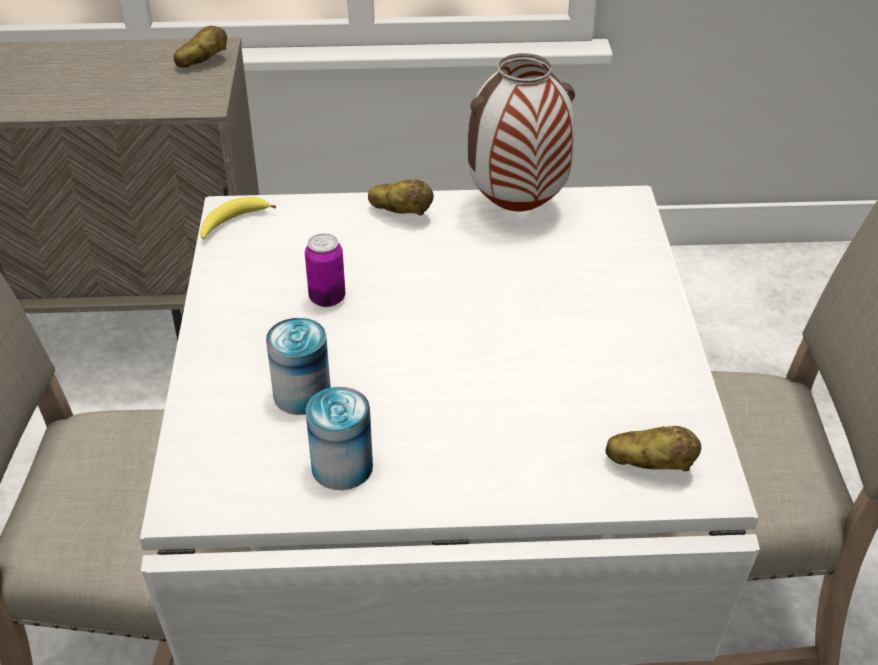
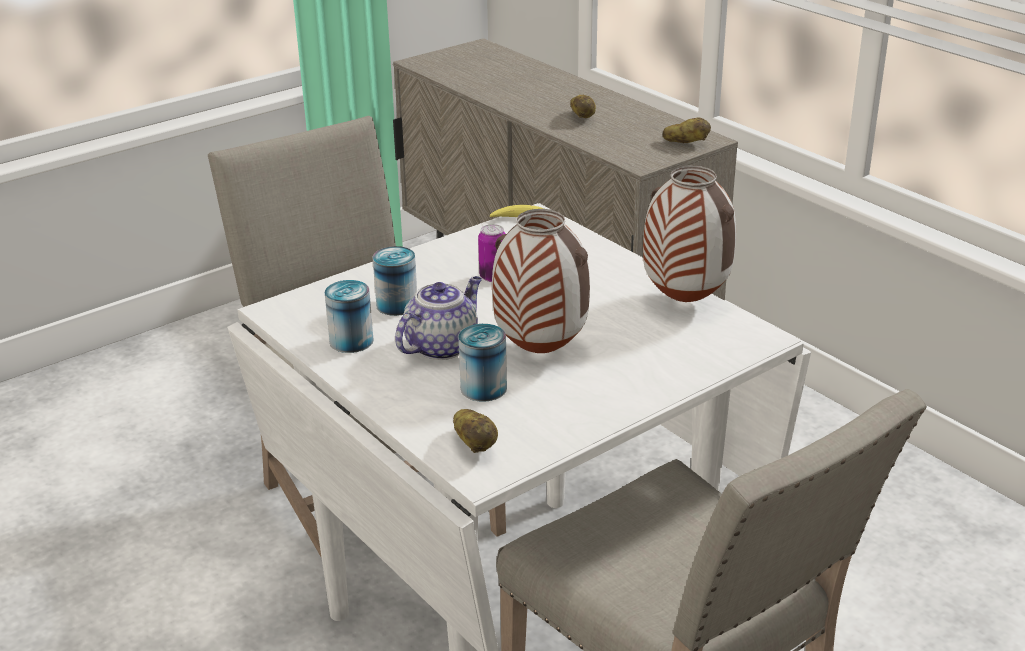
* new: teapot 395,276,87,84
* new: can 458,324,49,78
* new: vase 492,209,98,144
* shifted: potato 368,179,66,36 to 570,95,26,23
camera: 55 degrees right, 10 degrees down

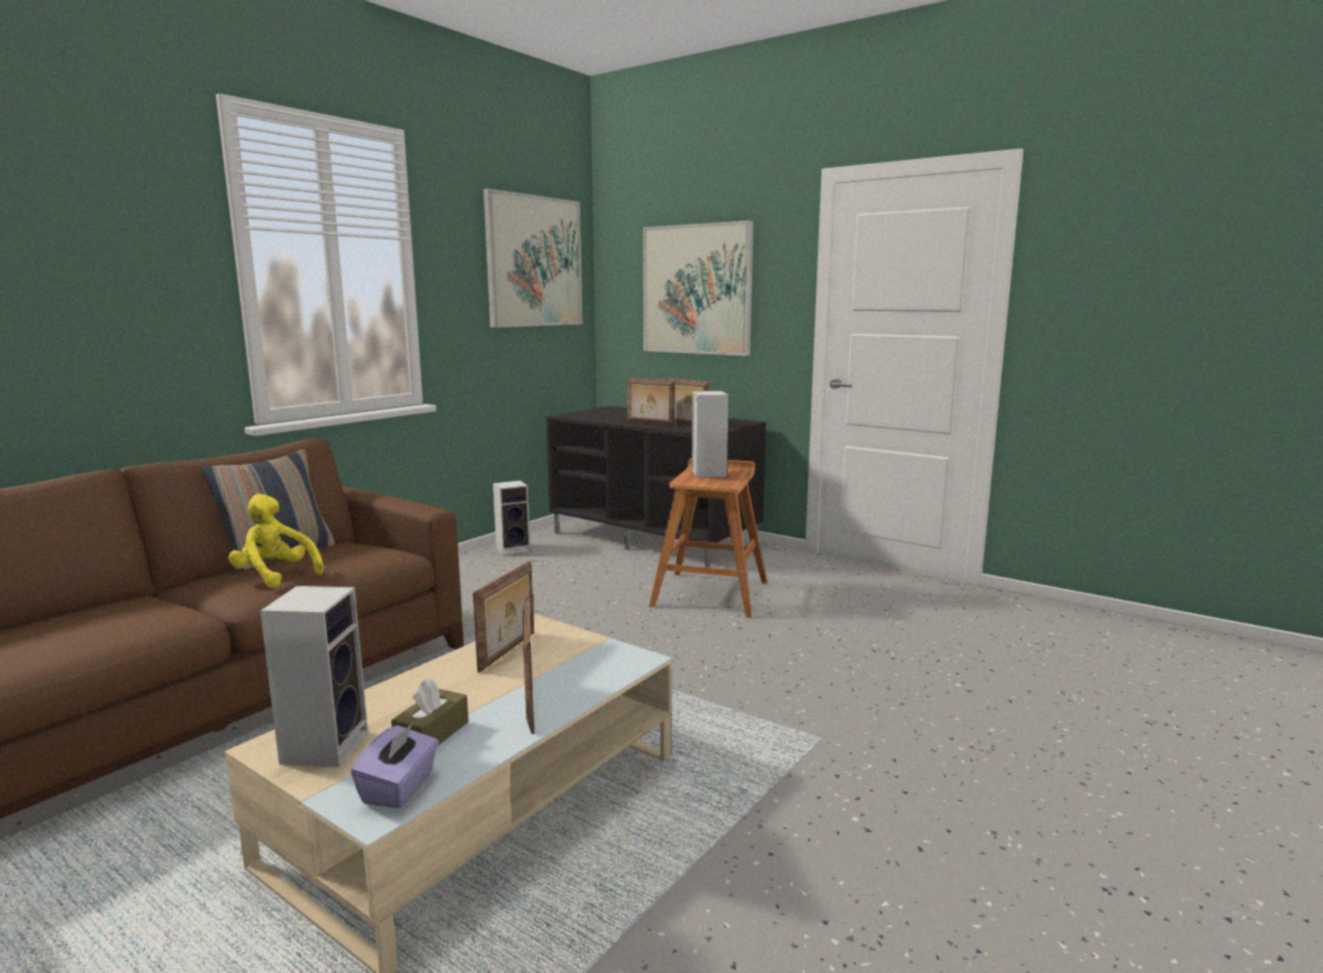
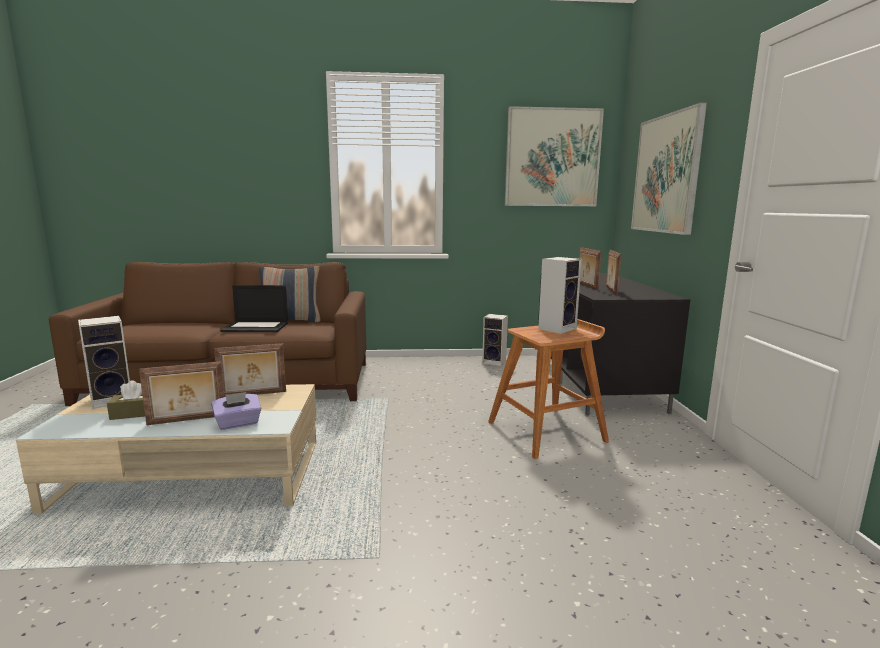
* rotated: picture frame 523,597,11,137 = 139,361,85,64 150 degrees counterclockwise
* shifted: purple tissue box 351,722,88,87 to 211,392,50,38
* swapped: yellow plush toy 229,494,95,94 to laptop 220,285,68,47
camera: 50 degrees right, 0 degrees up

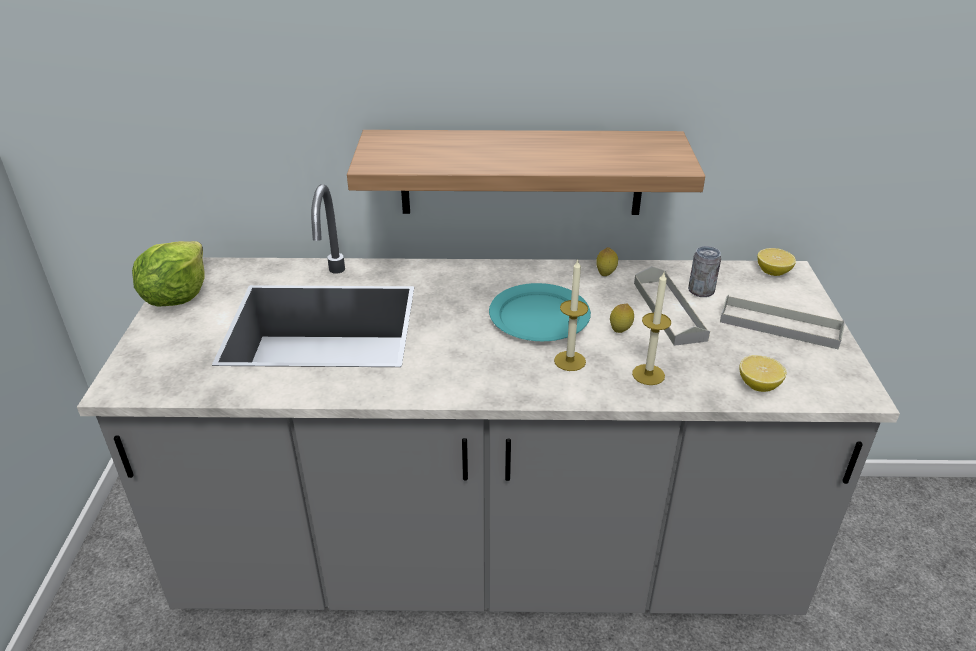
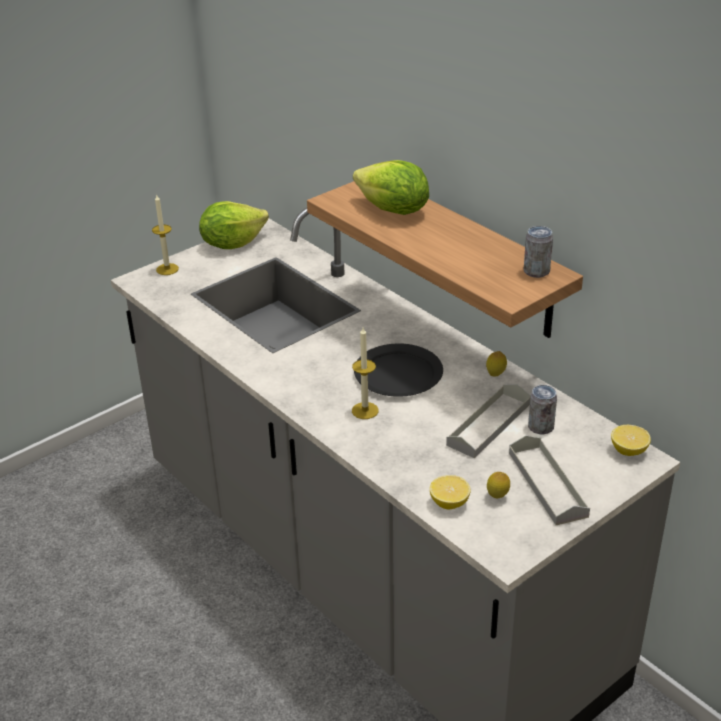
* shifted: candle 632,272,39,113 to 152,195,27,80
* new: lettuce 353,160,76,55
* repainted: turquoise plate 489,283,102,58 to black plate 354,343,89,54
* shifted: lemon 610,303,24,30 to 487,472,23,26
* new: can 524,226,29,52
camera: 50 degrees right, 0 degrees up

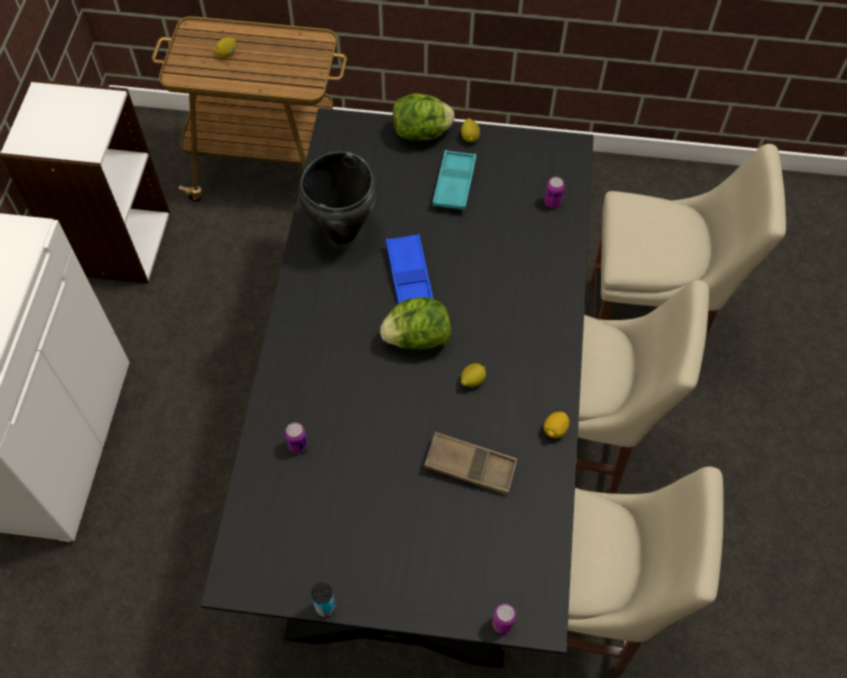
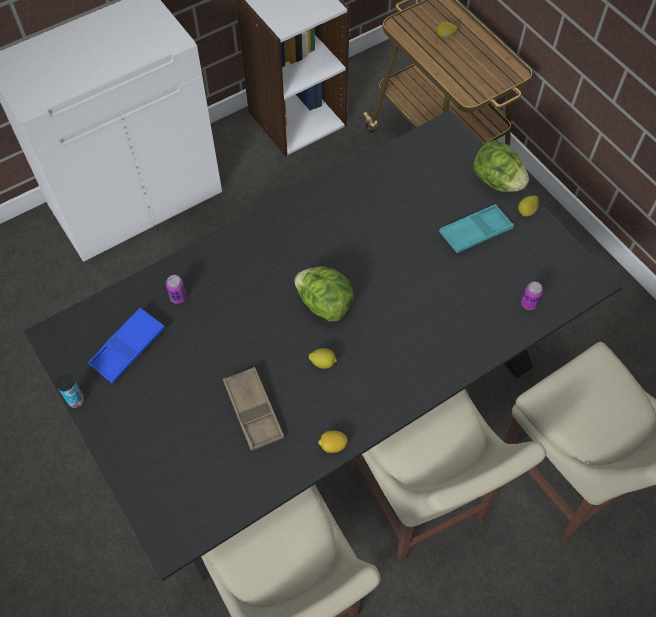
* shifted: blue tray 386,234,47,70 to 88,308,77,76
* gone: black cooking pot 298,151,79,93
* gone: can 492,603,24,31
camera: 50 degrees right, 0 degrees up

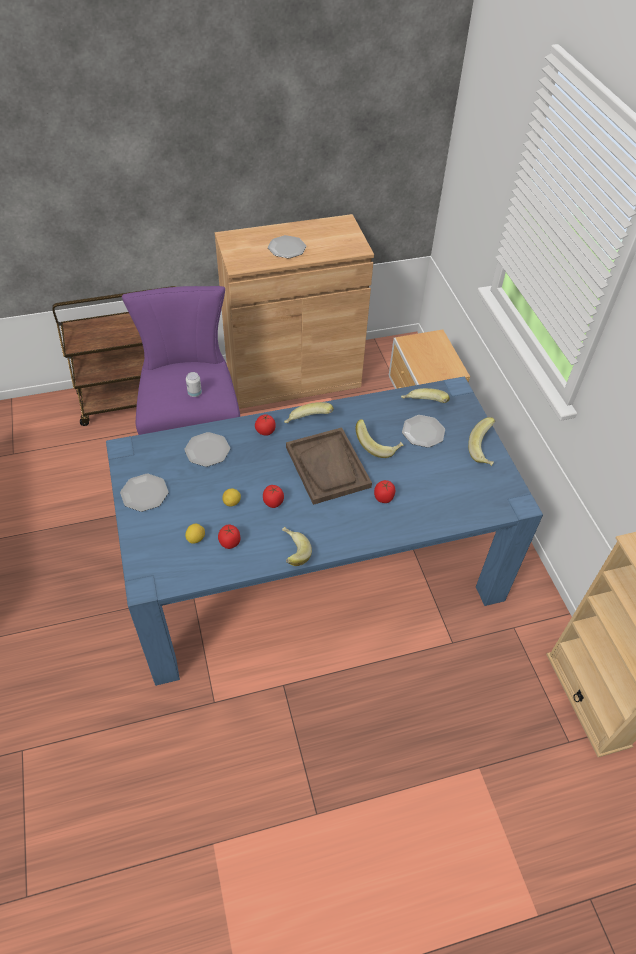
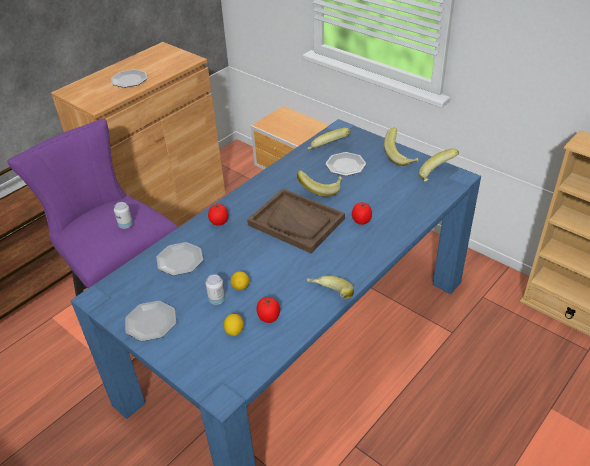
* new: can 205,274,20,31
* shifted: banana 284,402,50,21 to 419,149,40,33
* gone: tomato 263,485,21,23
camera: 30 degrees left, 10 degrees down

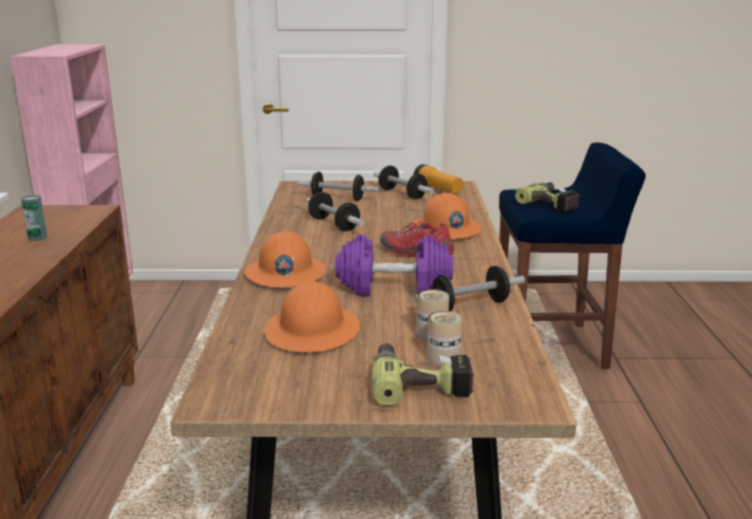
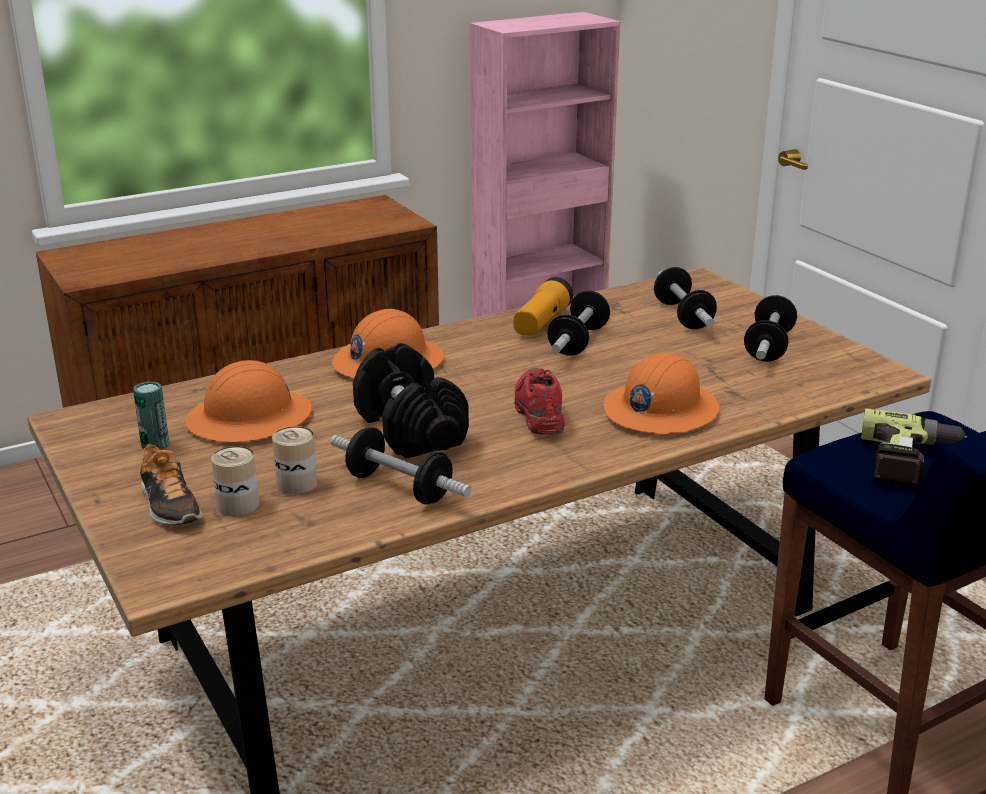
* shifted: can 21,195,27,46 to 133,382,36,68
* swapped: power drill 372,343,102,63 to shoe 140,444,62,81
* repainted: purple dumbbell 335,234,118,62 to black dumbbell 353,343,116,116
* shifted: flashlight 414,164,49,30 to 513,277,60,59
camera: 60 degrees right, 5 degrees up

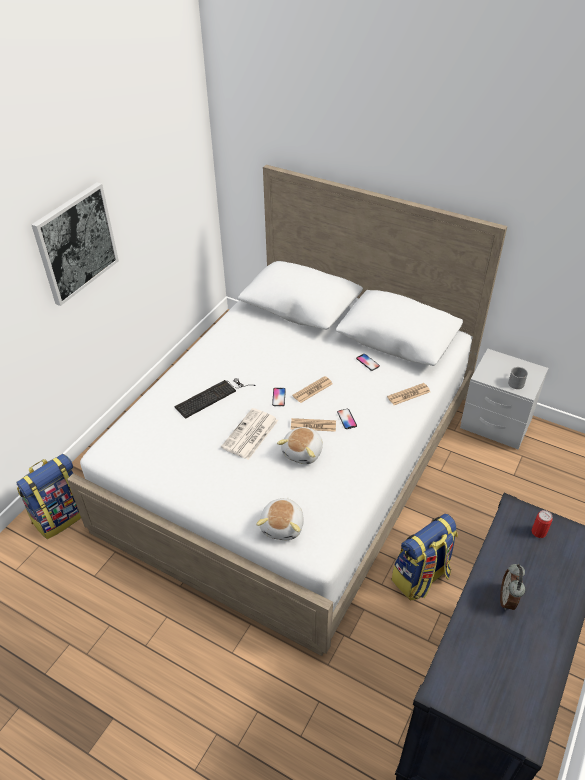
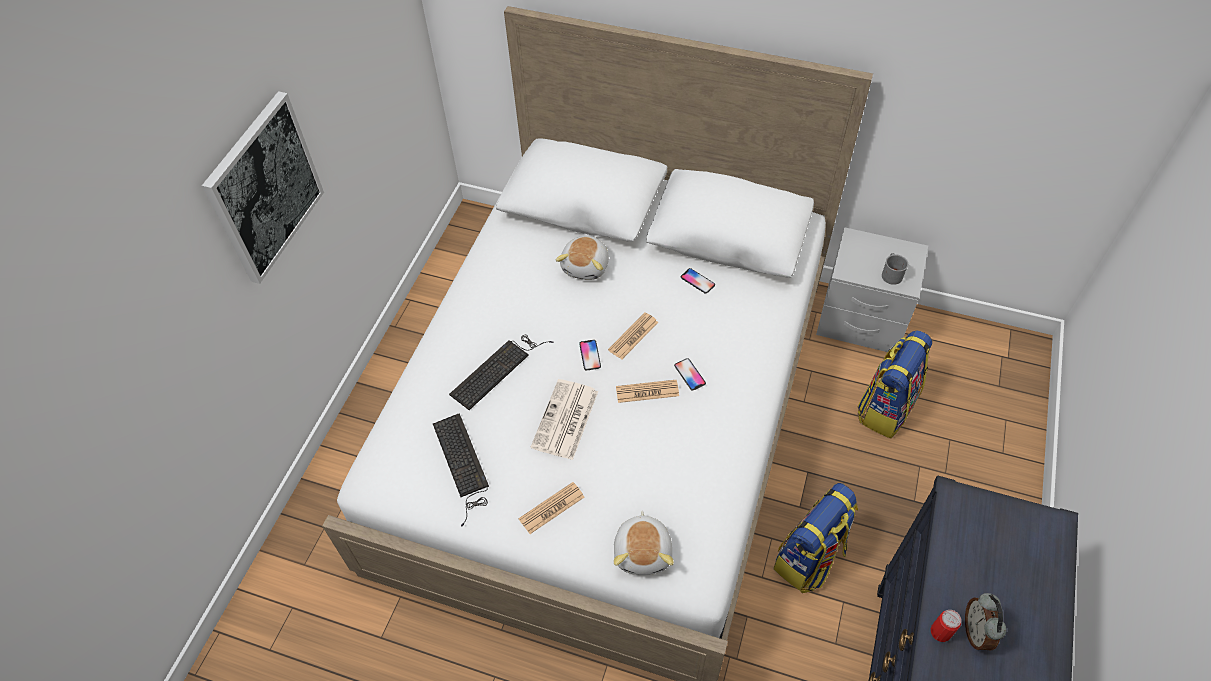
* new: keyboard 433,413,56,114
* shifted: newspaper 387,383,43,22 to 519,482,65,52
* shifted: plush toy 277,427,46,37 to 556,236,53,44
* shifted: backpack 16,454,65,85 to 858,330,74,108
* shifted: can 532,510,21,28 to 931,610,30,32
camera: 10 degrees left, 10 degrees up

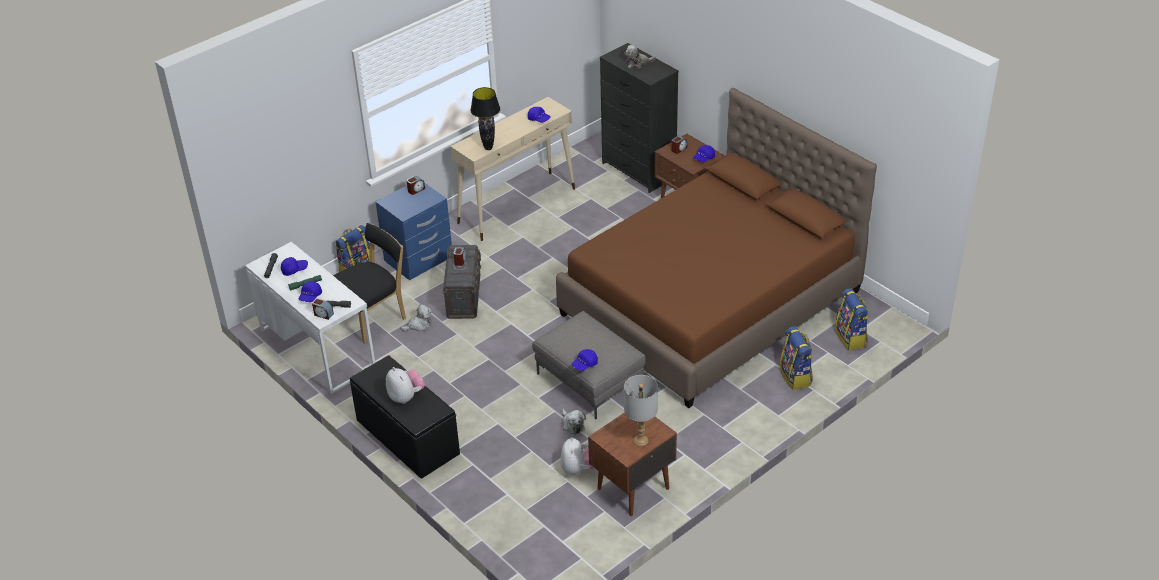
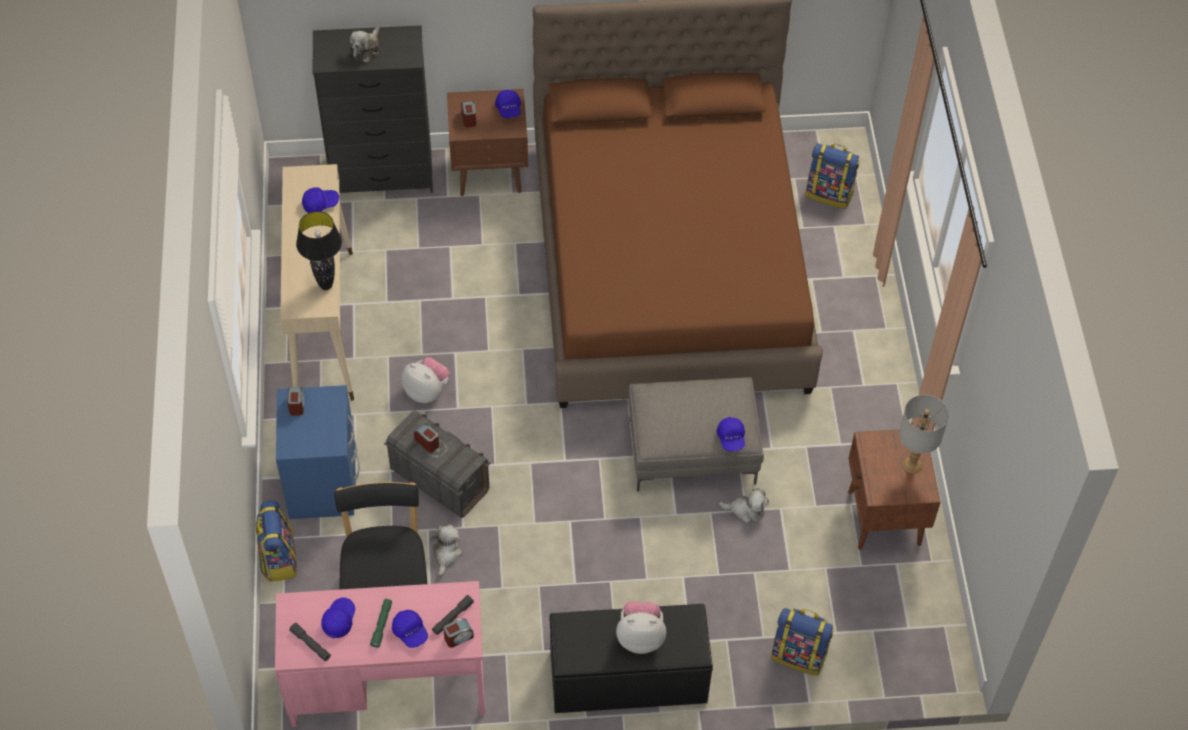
* repainted: white desk 245,242,130,152 to pink desk 275,581,210,146
* shifted: plush toy 560,437,34,38 to 401,357,49,46
* shifted: backpack 780,326,33,64 to 771,608,62,68
camera: 55 degrees left, 15 degrees up

